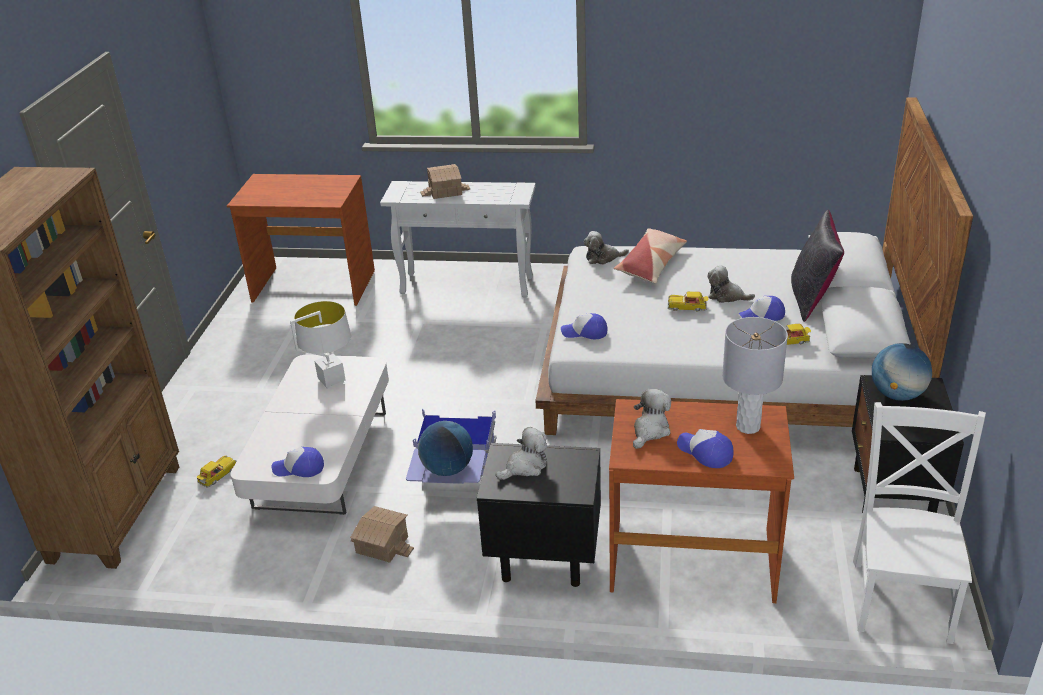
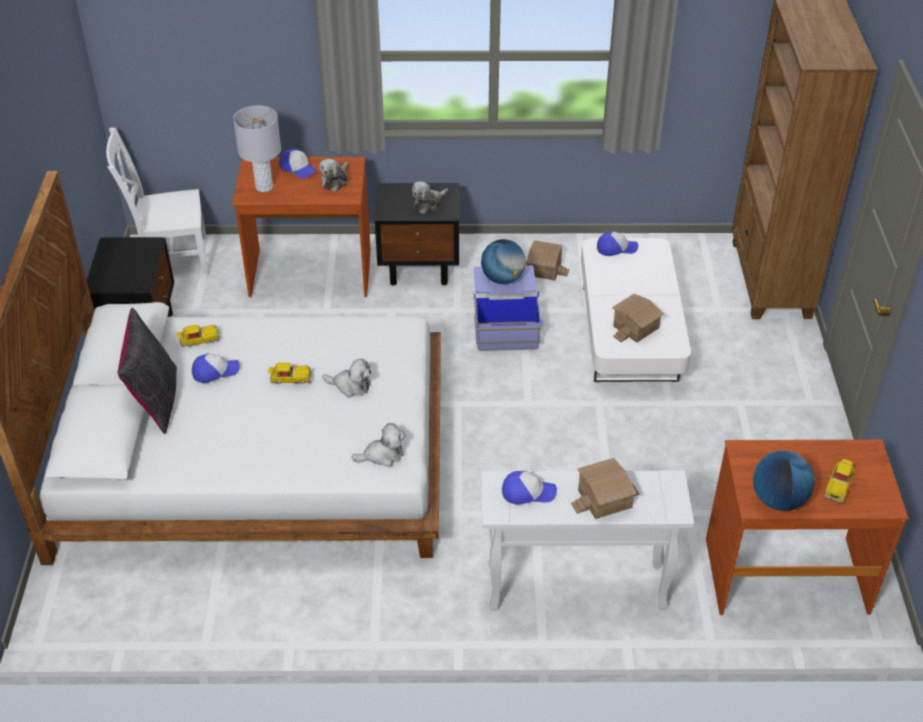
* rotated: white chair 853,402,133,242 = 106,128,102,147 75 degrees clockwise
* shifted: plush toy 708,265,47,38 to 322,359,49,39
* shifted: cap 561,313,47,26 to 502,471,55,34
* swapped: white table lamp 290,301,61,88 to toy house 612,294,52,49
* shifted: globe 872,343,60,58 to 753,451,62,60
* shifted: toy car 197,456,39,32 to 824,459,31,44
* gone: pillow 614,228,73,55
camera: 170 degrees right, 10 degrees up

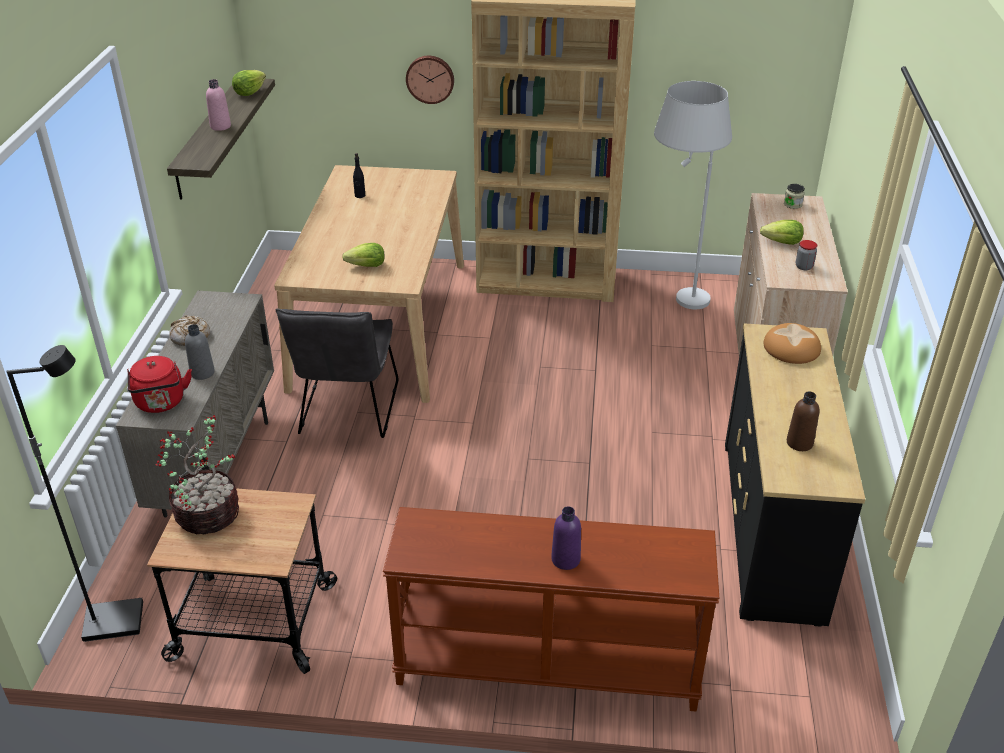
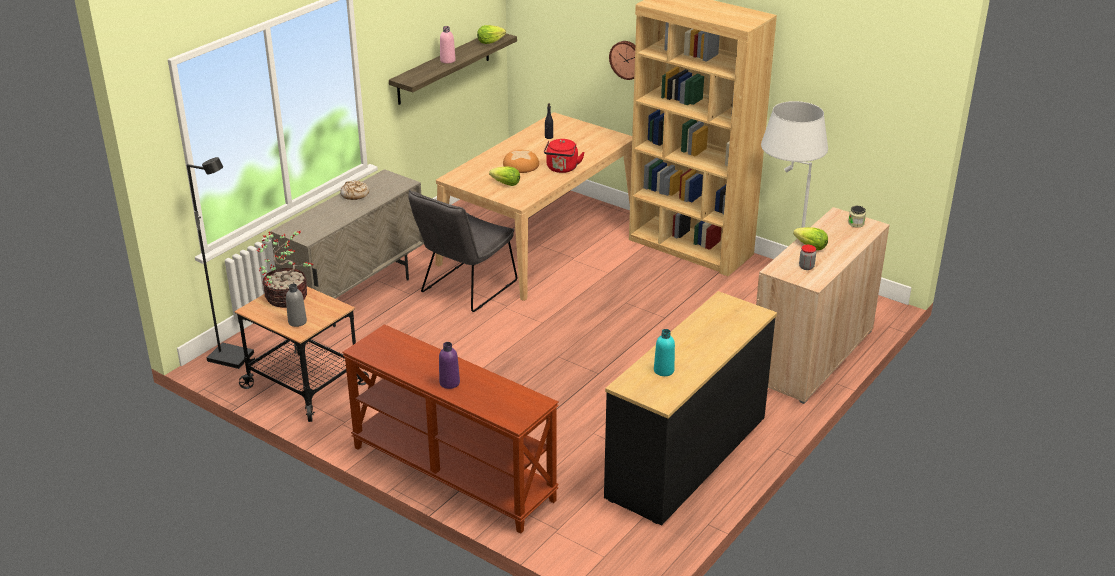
* shifted: grey bottle 185,324,30,56 to 286,284,21,43
* shifted: bread 763,323,58,41 to 503,150,36,23
* shifted: red kettle 127,356,65,57 to 544,139,41,34
* repainted: brown bottle 787,391,32,60 to turquoise bottle 654,329,21,47
camera: 30 degrees right, 5 degrees down

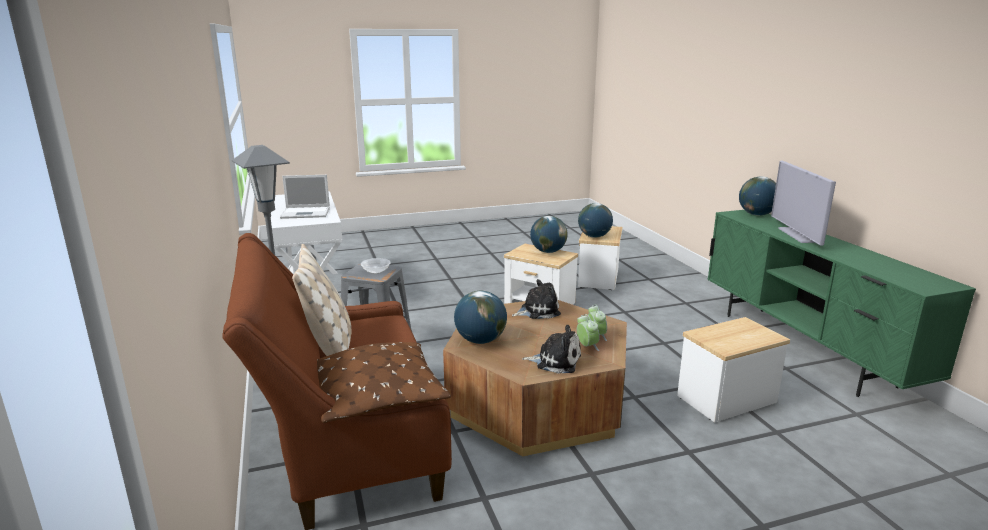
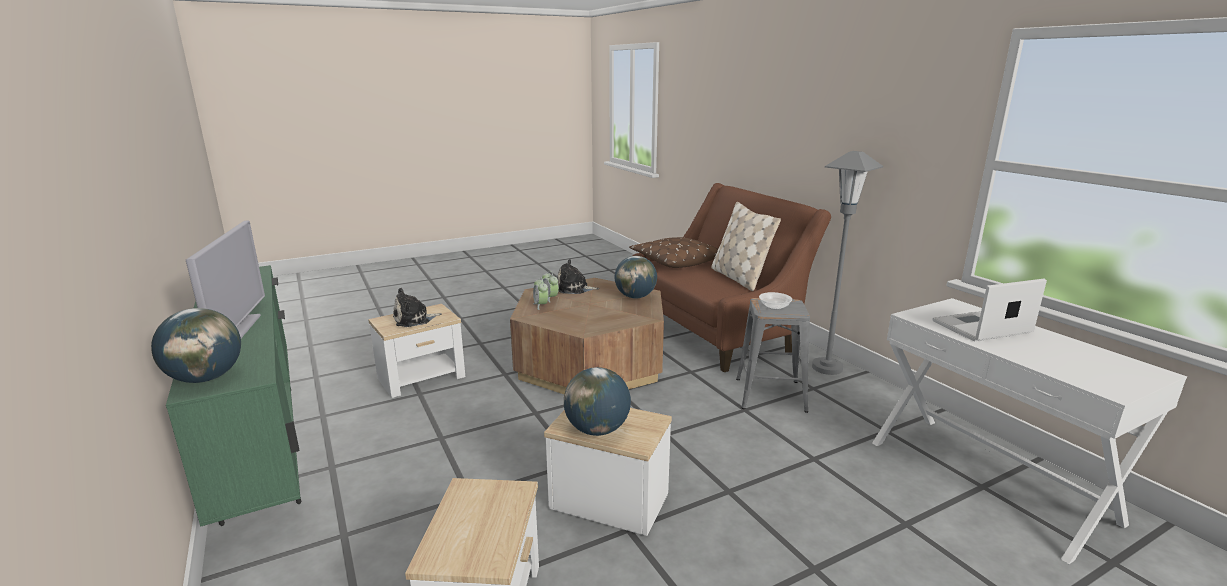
* shifted: plush toy 512,279,49,40 to 393,288,49,39
* gone: globe 578,203,35,35
camera: 170 degrees right, 0 degrees up

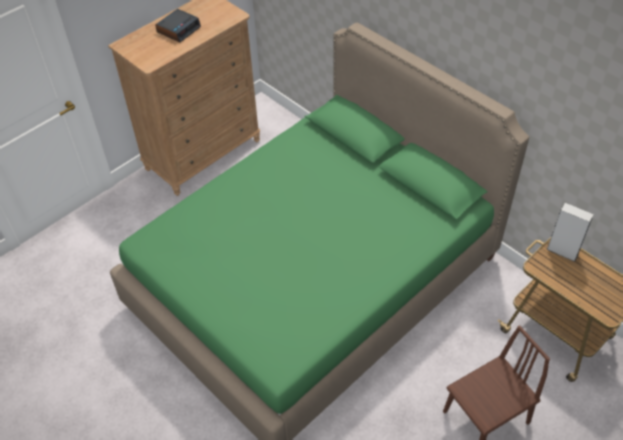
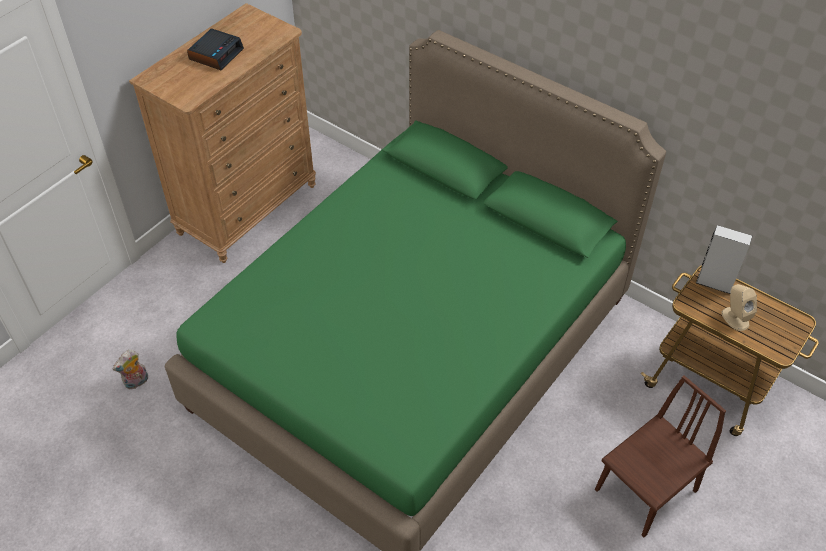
* new: plush toy 112,350,36,39
* new: beige speaker 721,284,36,47
camera: 10 degrees left, 0 degrees up

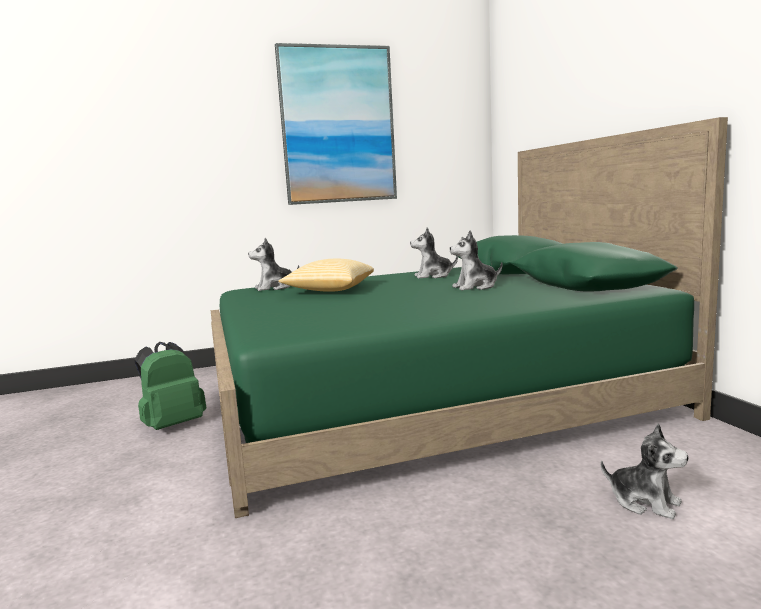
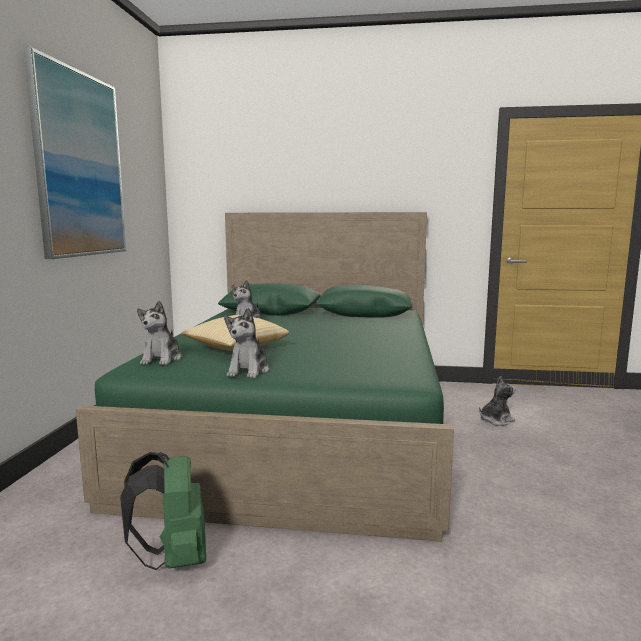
* shifted: plush toy 450,230,53,60 to 224,308,45,70
camera: 65 degrees left, 0 degrees up

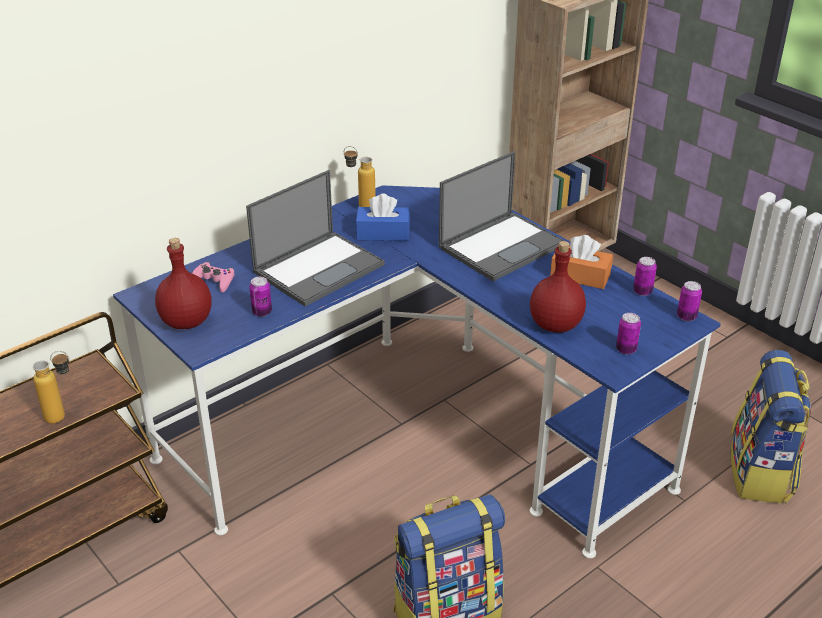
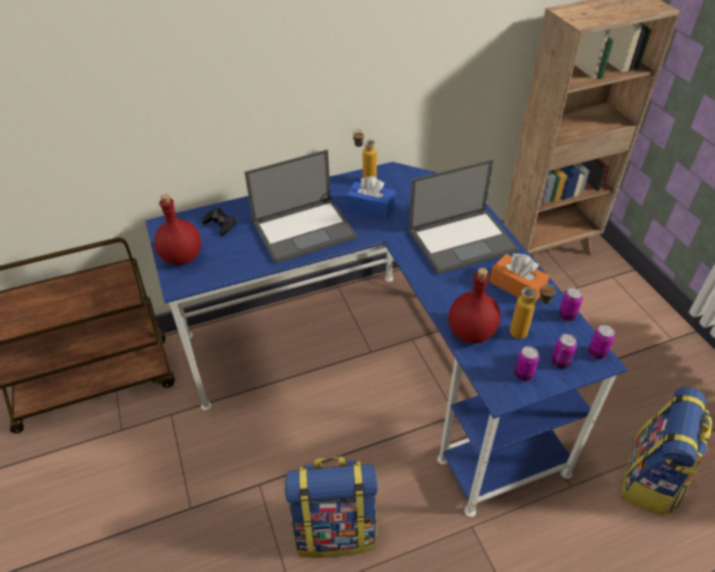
* repainted: pink game controller 192,262,42,30 to black game controller 202,208,35,28
* shifted: bottle 33,351,36,73 to 510,285,47,54
* shifted: can 249,277,23,40 to 551,334,26,35
camera: 20 degrees right, 10 degrees up

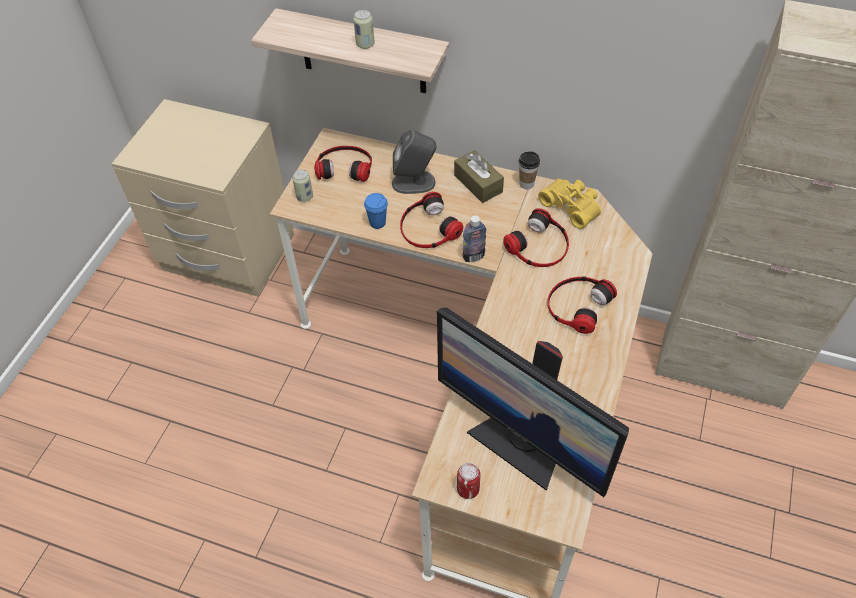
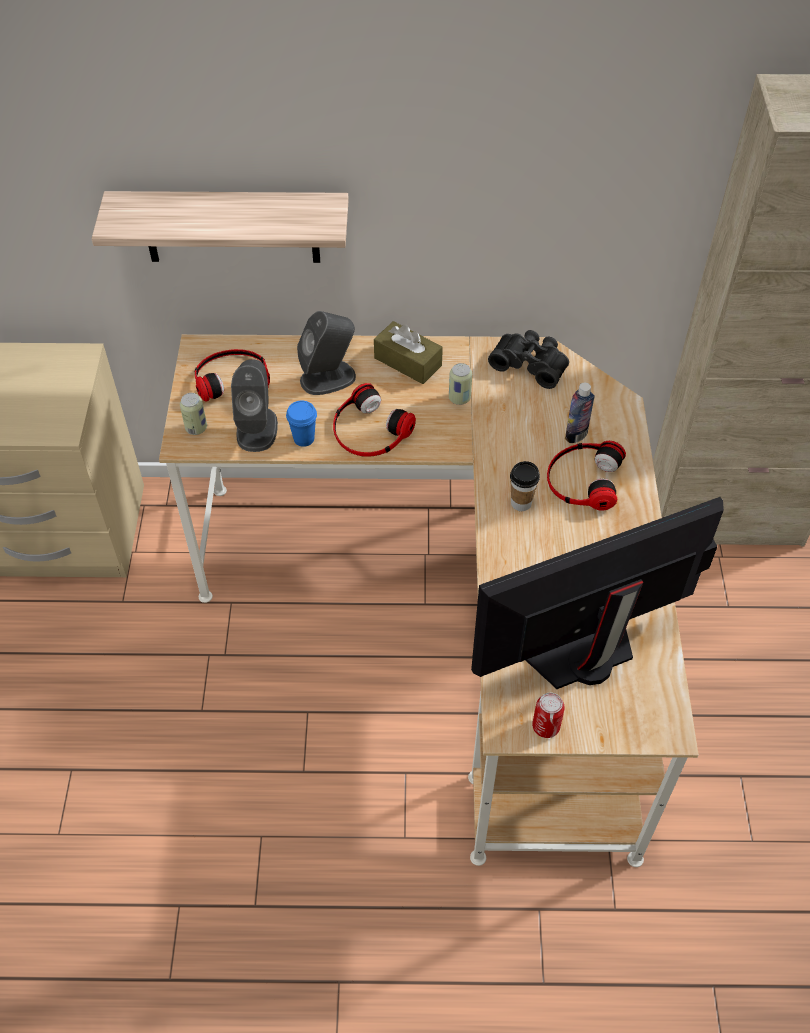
* new: grey speaker 231,359,47,93
* shifted: can 353,10,22,39 to 449,363,23,42
* rotated: monitor 437,307,192,190 = 471,497,253,192 135 degrees clockwise
* repainted: yellow binoculars 538,179,63,50 to black binoculars 488,330,81,59
* shifted: cup 519,151,21,38 to 510,461,30,50
* shifted: bottle 462,215,24,47 to 565,383,30,60
* gone: headphones 503,208,66,59
camera: 20 degrees left, 0 degrees up

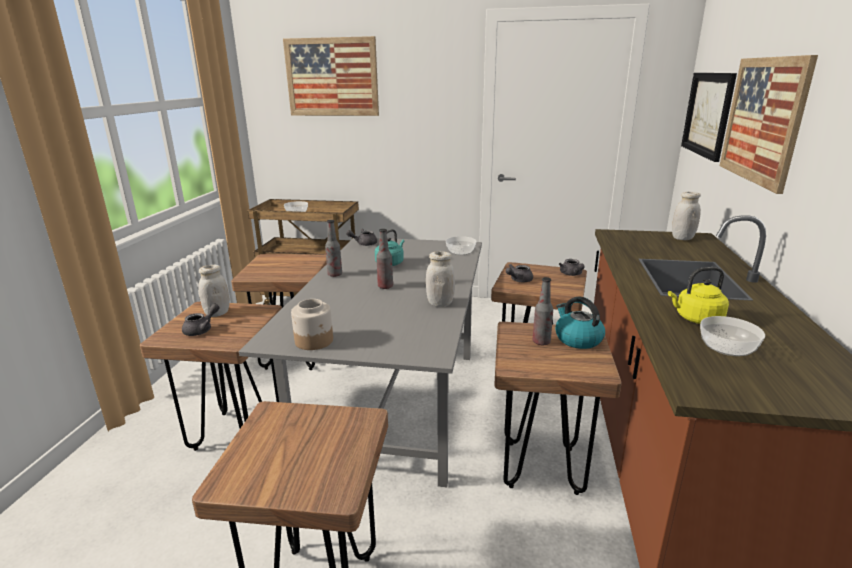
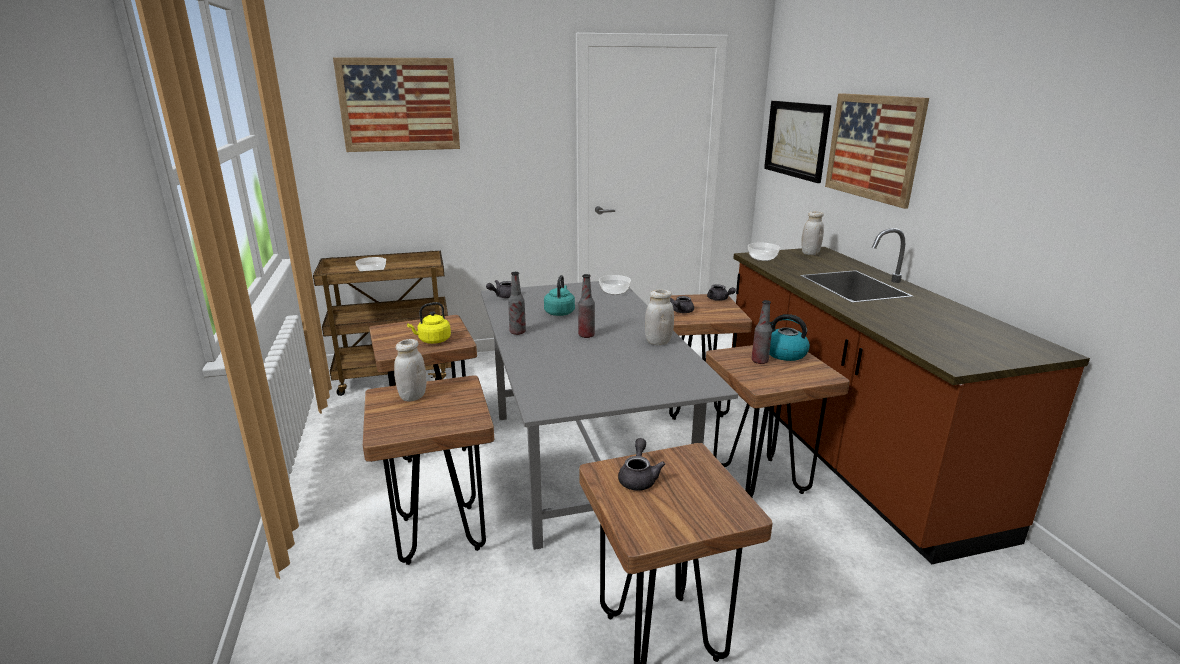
* shifted: yellow kettle 668,267,61,57 to 407,302,44,42
* shifted: grey teapot 182,304,38,32 to 618,438,47,53
* shifted: bowl 700,316,65,40 to 748,243,32,18
* gone: jar 291,299,42,51
camera: 25 degrees left, 0 degrees up

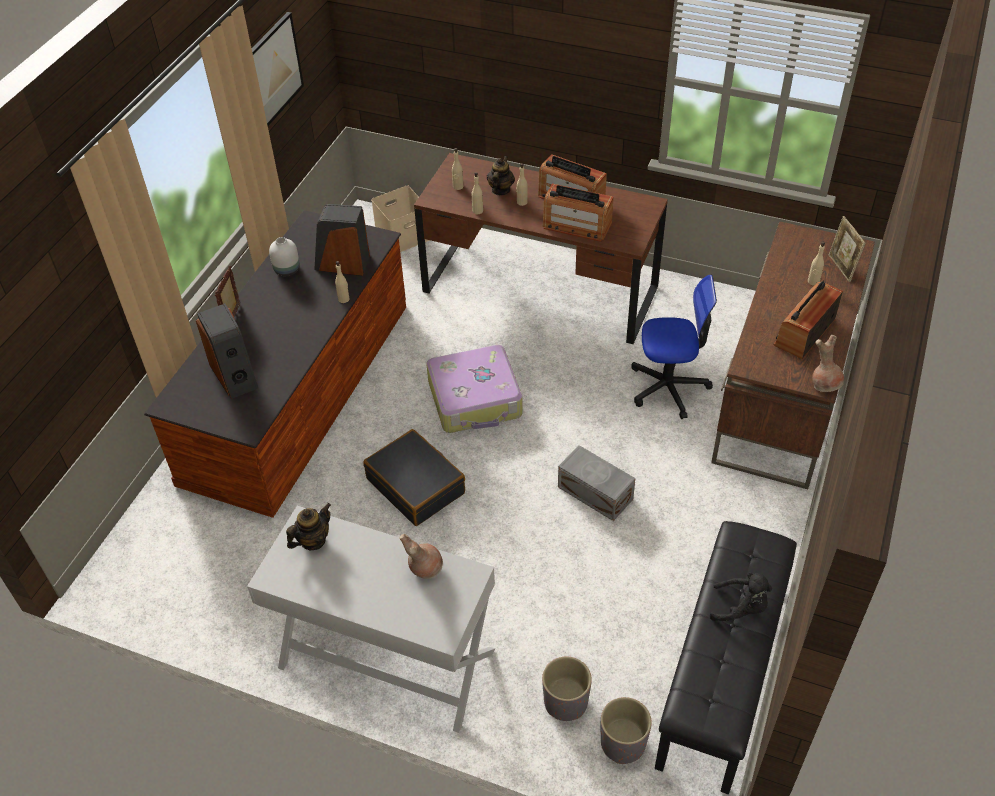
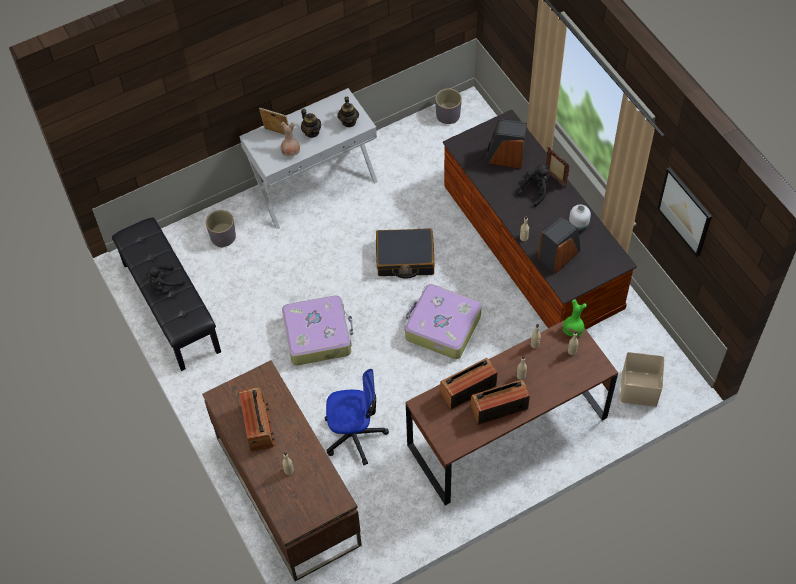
* shifted: picture frame 829,216,36,66 to 259,108,30,27
* swapped: grey storage box 558,445,78,76 to suitcase 282,295,71,70
* shifted: teapot 487,156,28,39 to 301,109,20,29
* rotated: office chair 631,275,86,144 = 325,369,64,96 135 degrees counterclockwise
* shifted: grey planter 600,697,52,67 to 435,88,27,36
* new: black plush toy 517,164,32,43
* new: green vase 563,299,24,38
* gone: brown vase 812,335,32,57
camera: 130 degrees right, 10 degrees up

